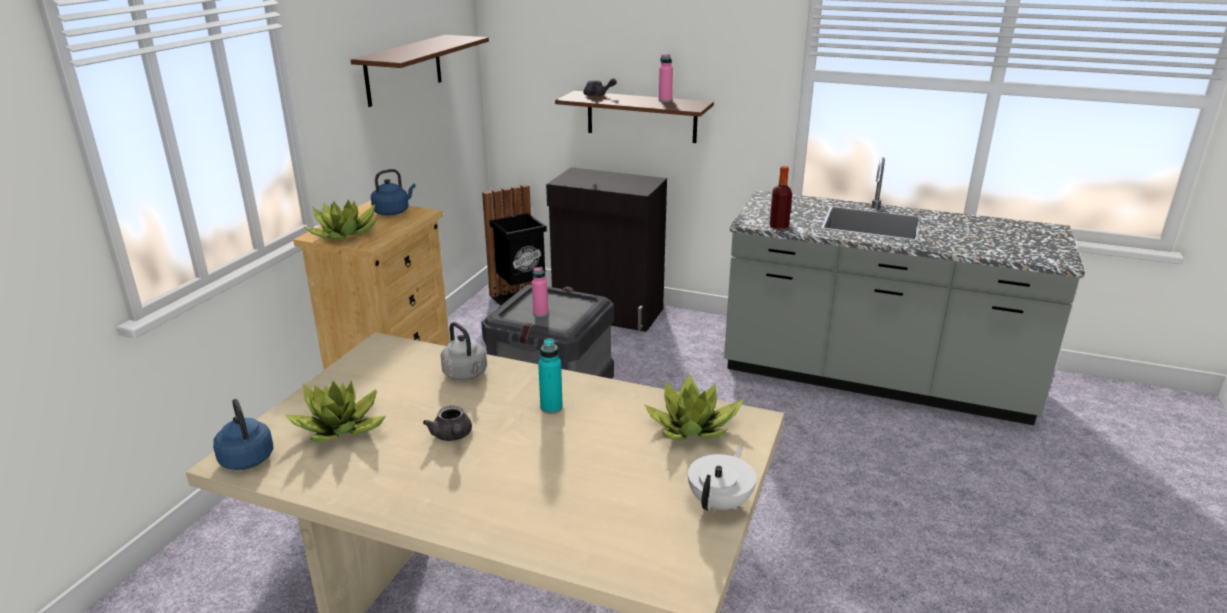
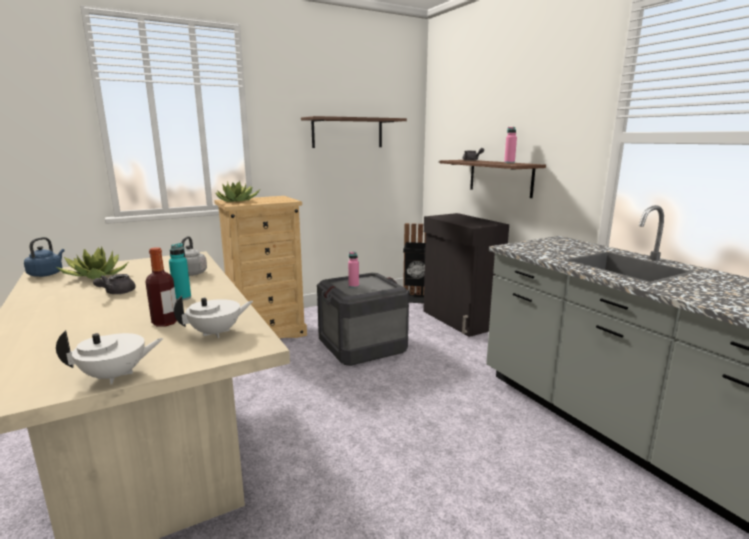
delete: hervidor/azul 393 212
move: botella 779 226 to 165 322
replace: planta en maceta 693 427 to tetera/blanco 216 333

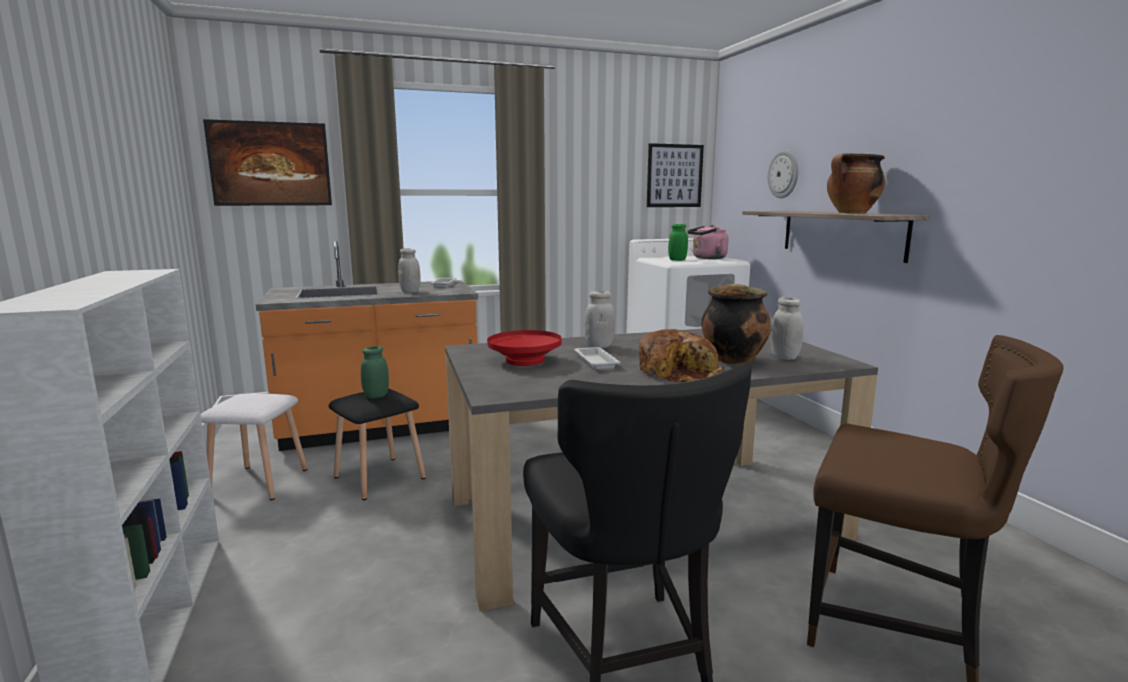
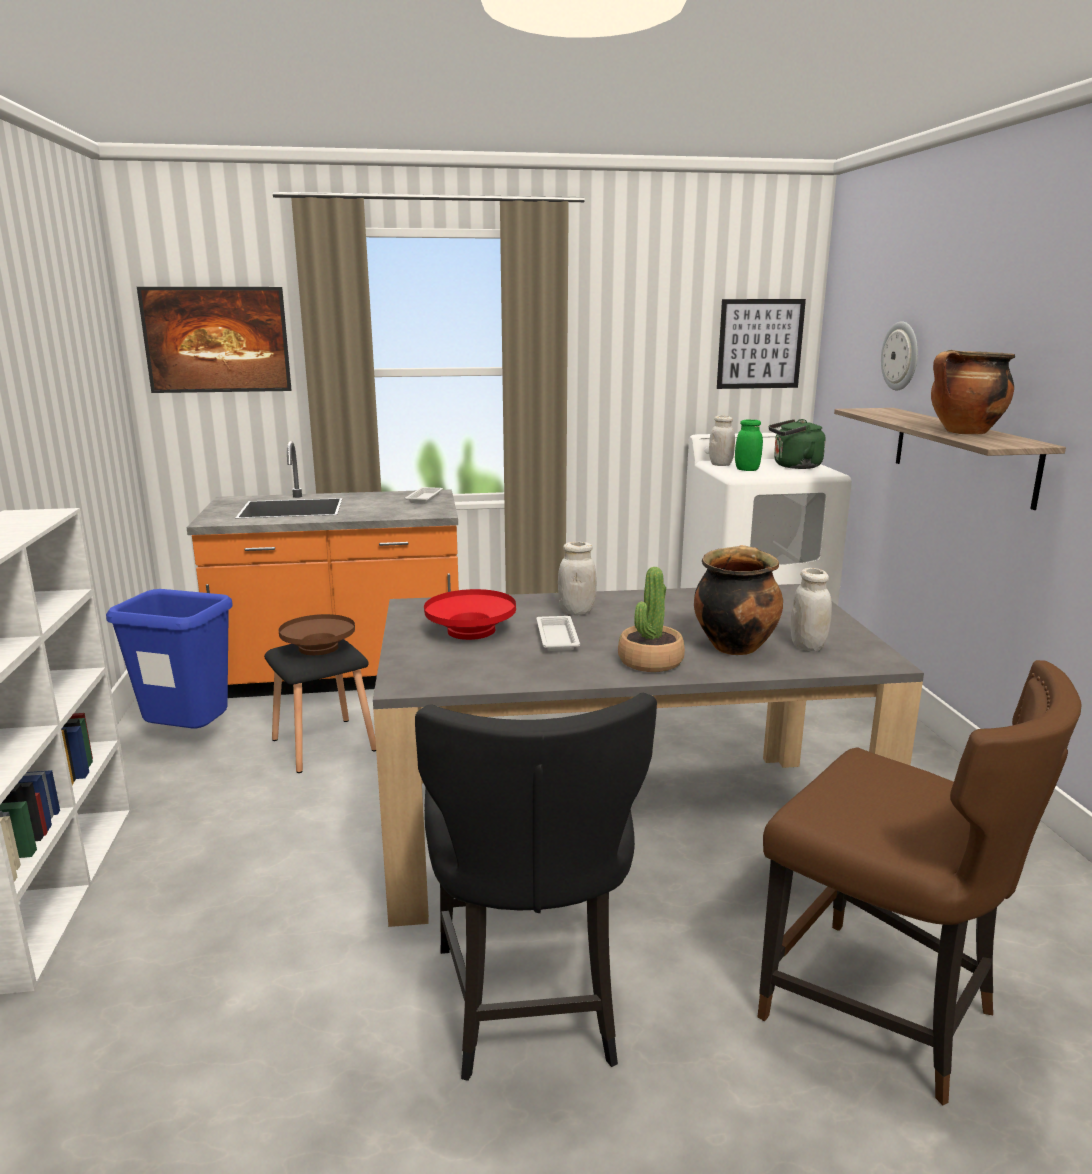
move: tarro/blanco 410 291 to 720 464
replace: taburete/blanco 260 482 to papelera/azul 190 739; tarro/verde 376 396 to cuenco/marrón 319 648; pan 678 371 to planta en maceta 650 661
recolor: hervidor/rosa 707 258 to hervidor/verde 794 466

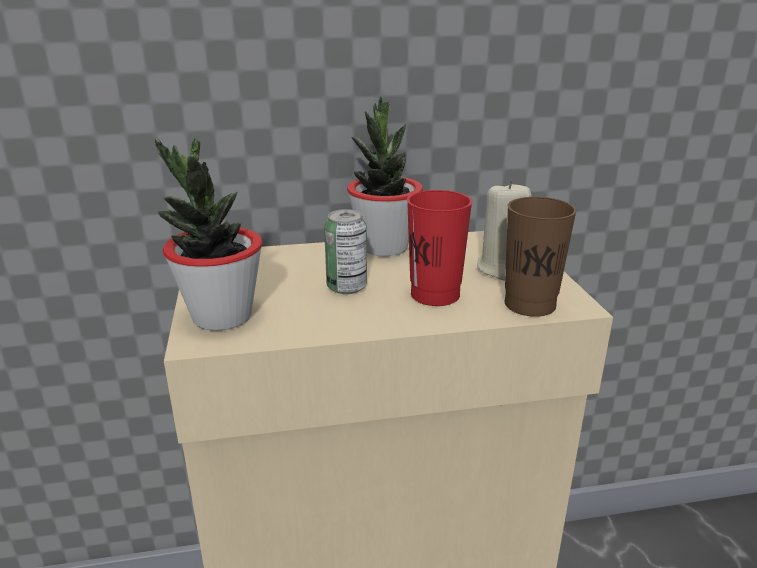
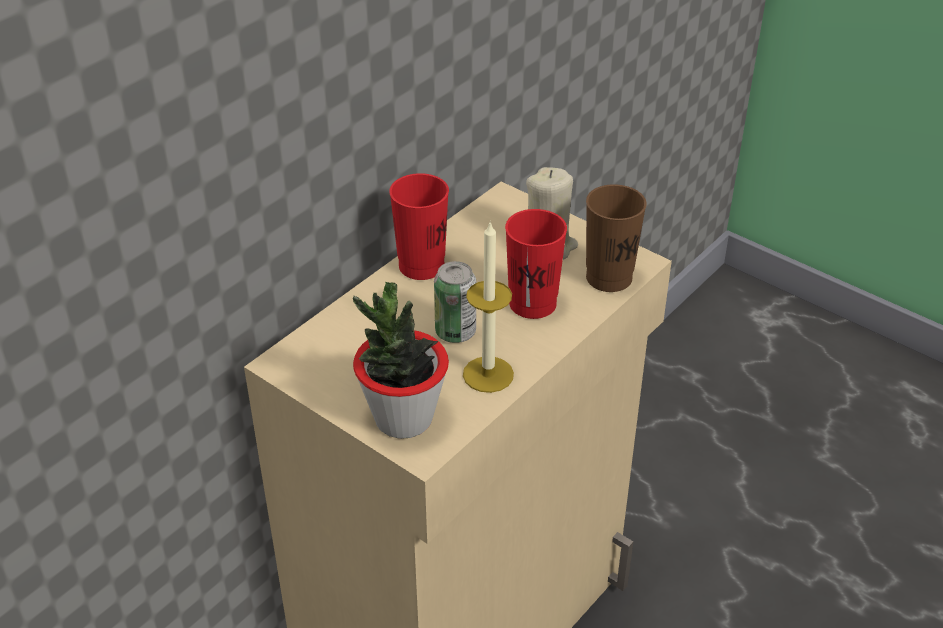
insert: vela 488 374
replace: planta en maceta 384 247 to taza/rojo 421 266

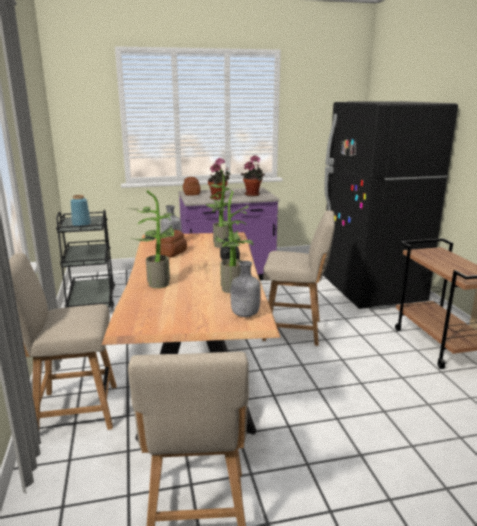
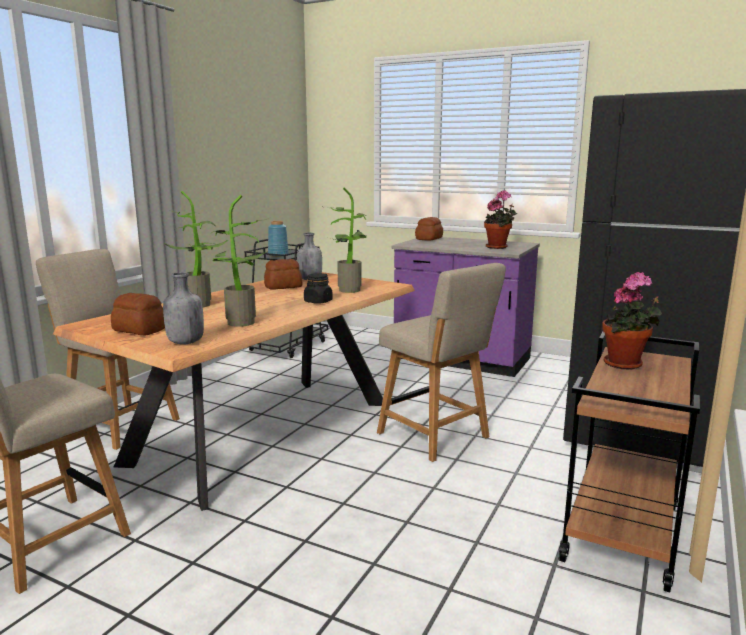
insert: pan 139 330
move: planta en maceta 219 198 to 626 365

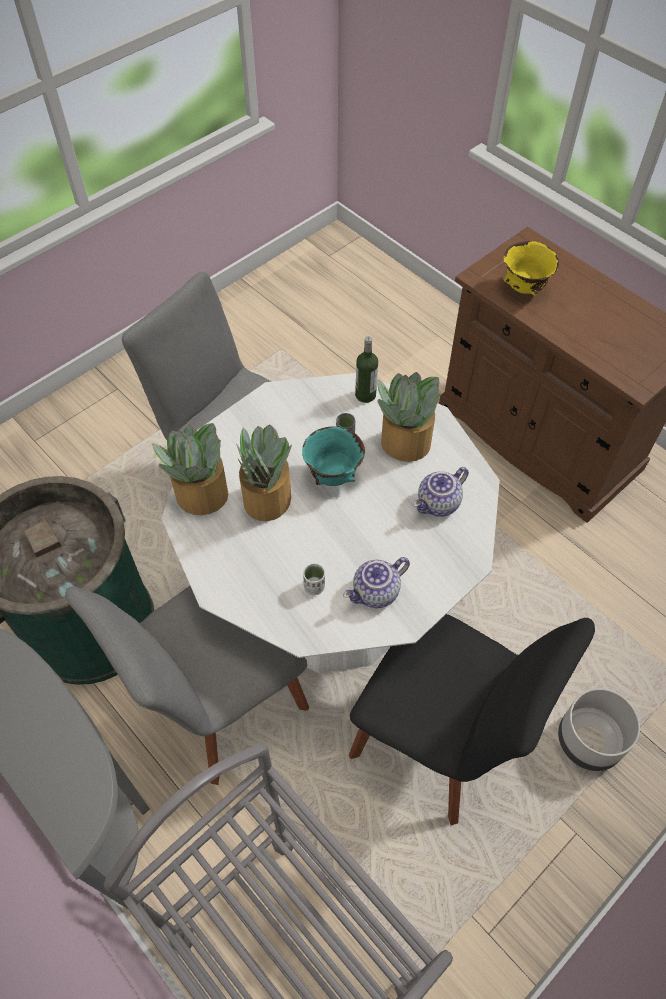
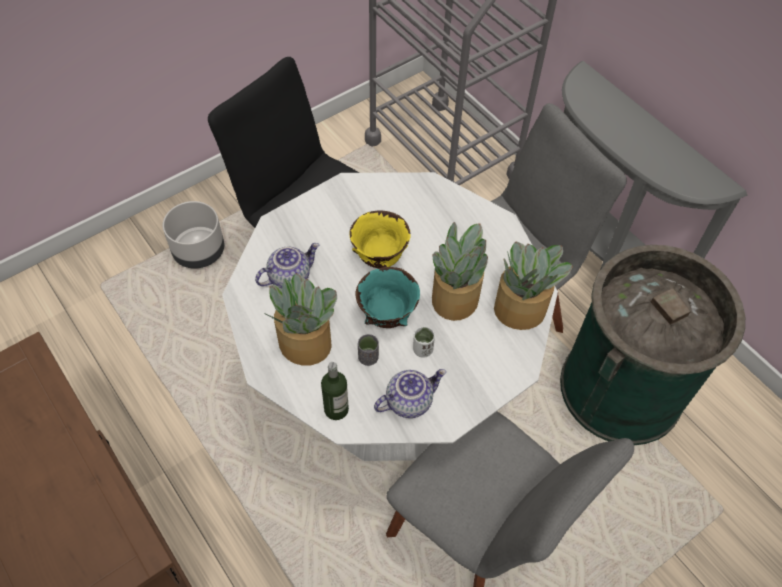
move: cuenco/amarillo 524 289 to 379 258; tetera 376 593 to 409 400; taza/blanco 314 587 to 422 349

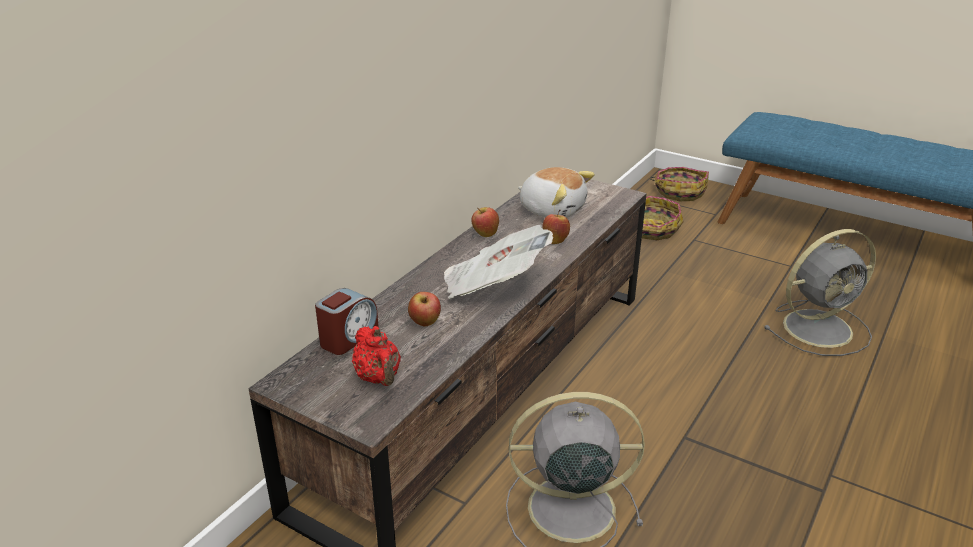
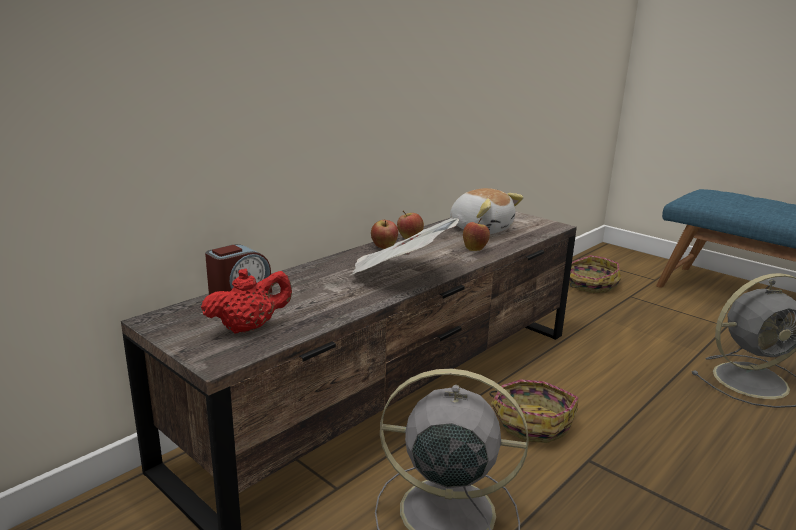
move: manzana 425 323 to 384 247; cesta 679 191 to 531 421
rotate: tetera/rojo 379 378 = 249 328 105 degrees counterclockwise

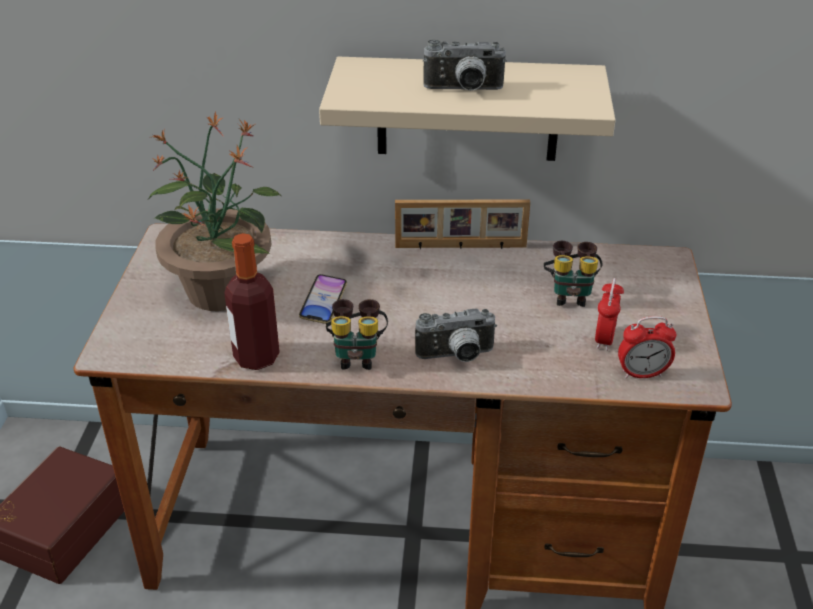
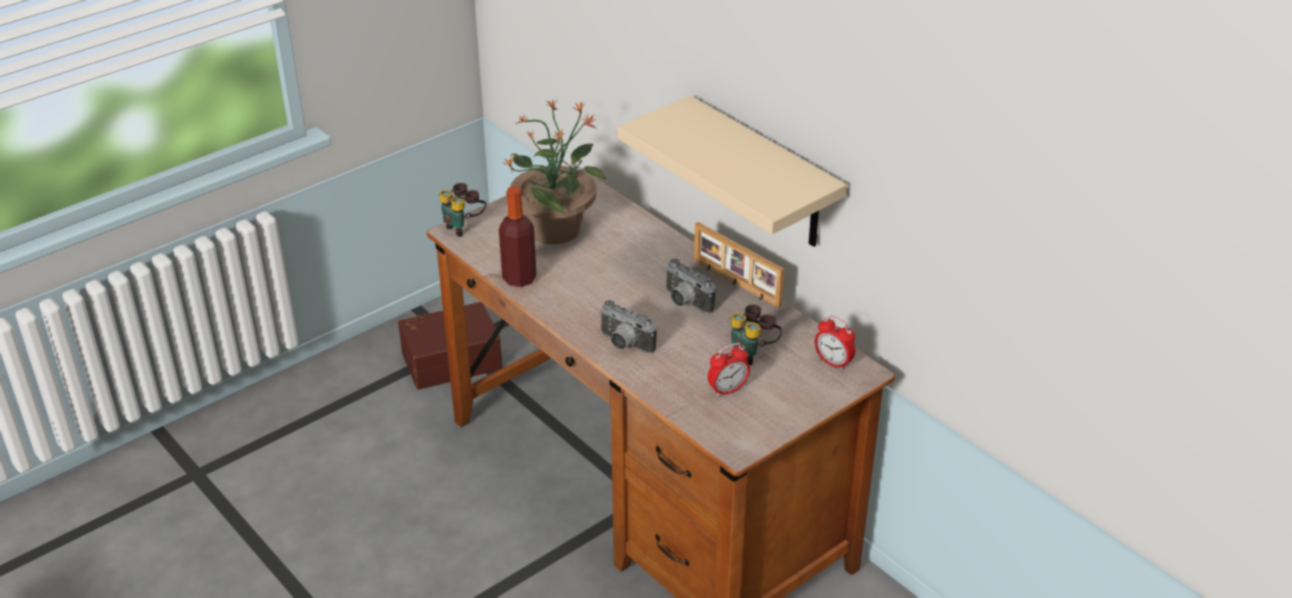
delete: móvil 323 302
move: prismáticos 357 356 to 464 227; cámara 463 91 to 684 303; despertador 642 374 to 833 363

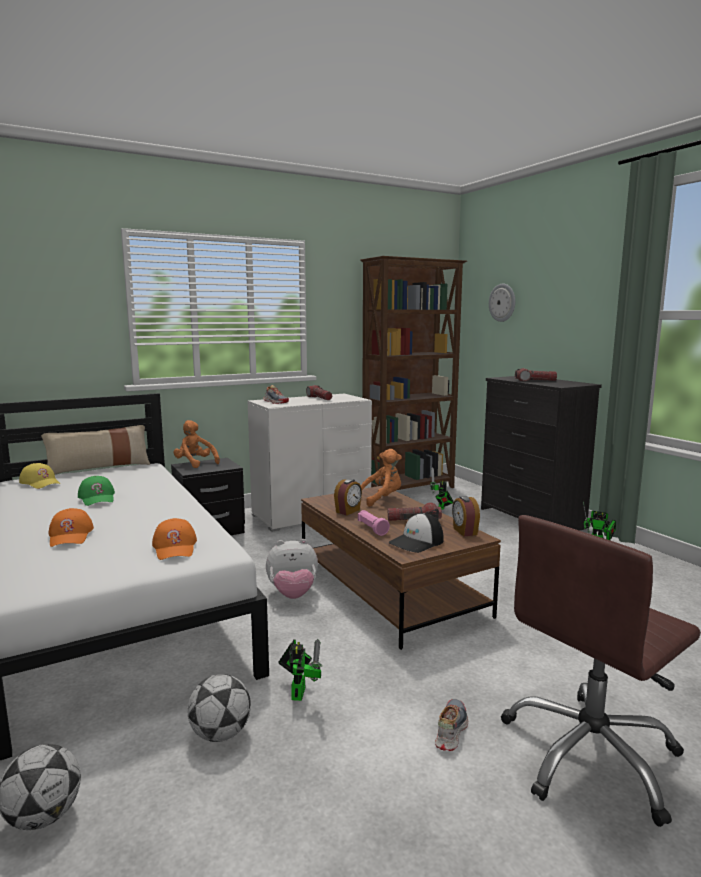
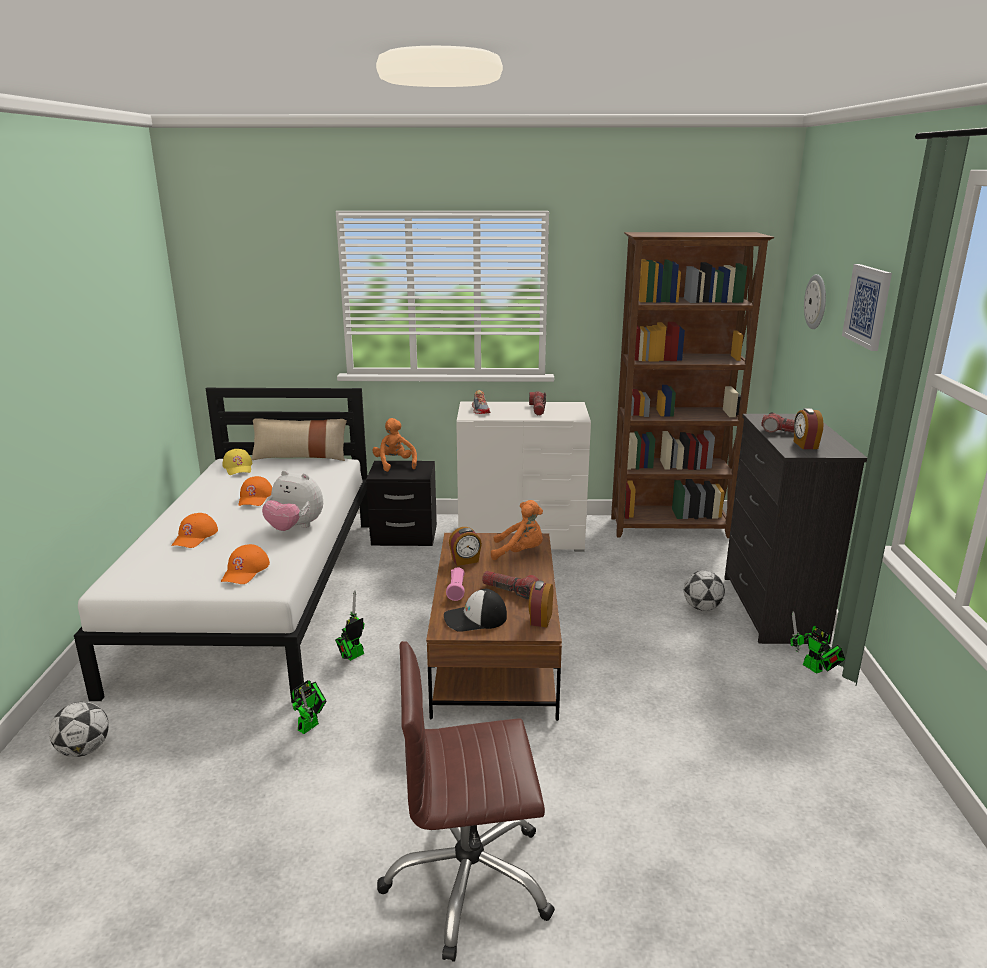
delete: zapato 450 730
insert: despertador 805 445; cuadro 868 306
move: peluche 293 595 to 295 528; robot de juguete 441 508 to 352 656; balón de fútbol 220 734 to 701 607
recolor: gorra/verde 97 498 to gorra/naranja 255 497

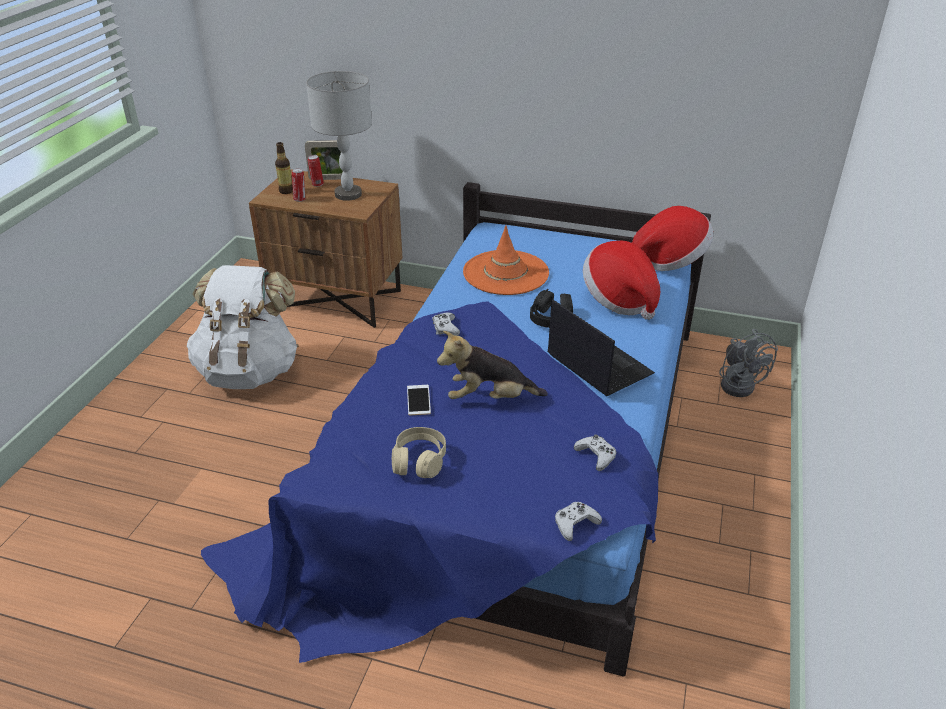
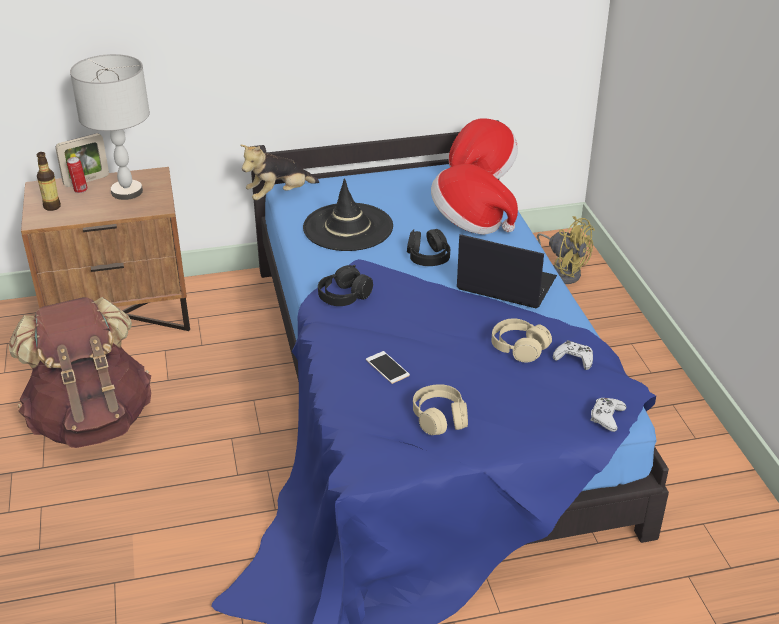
delete: lata 300 199
insert: auriculares/beis 519 348
move: peluche 489 398 to 279 195
replace: mando de consola/blanco 445 328 to auriculares/negro 344 296
recolor: mochila/blanco 249 371 to mochila/marrón 92 420; sombrero/naranja 505 273 to sombrero/negro 348 227; ventilador/gris 739 383 to ventilador/amarillo 563 271

